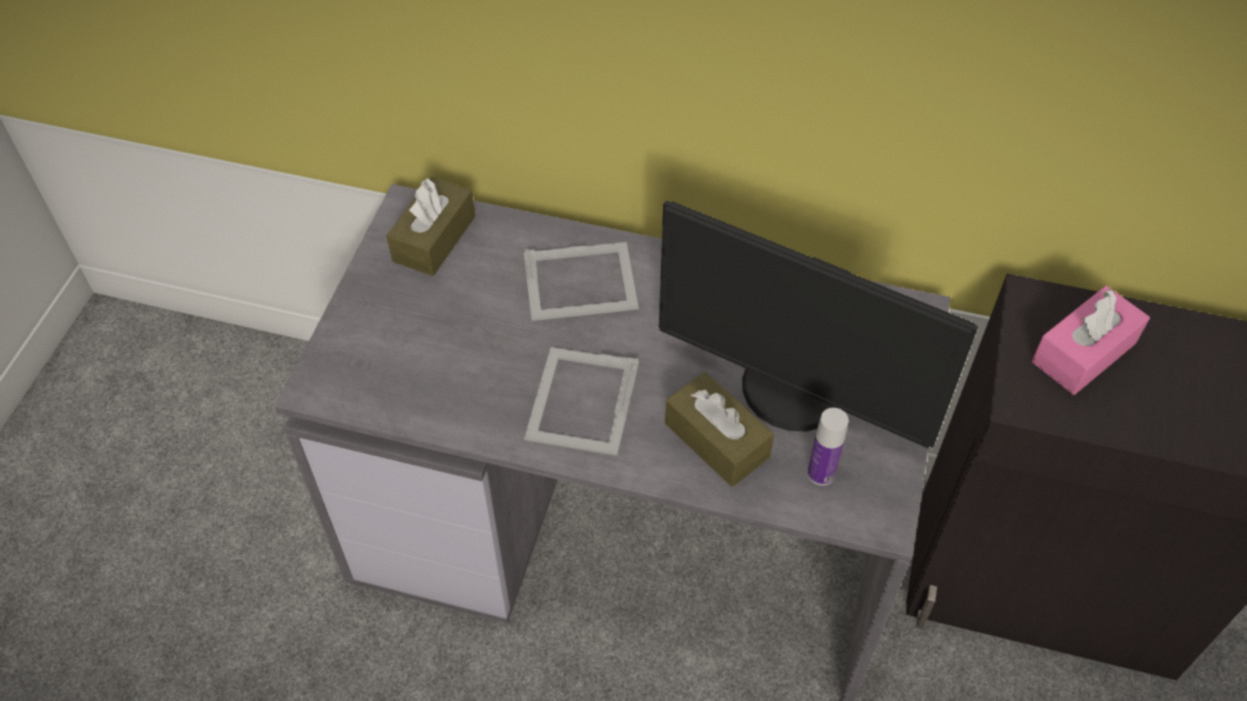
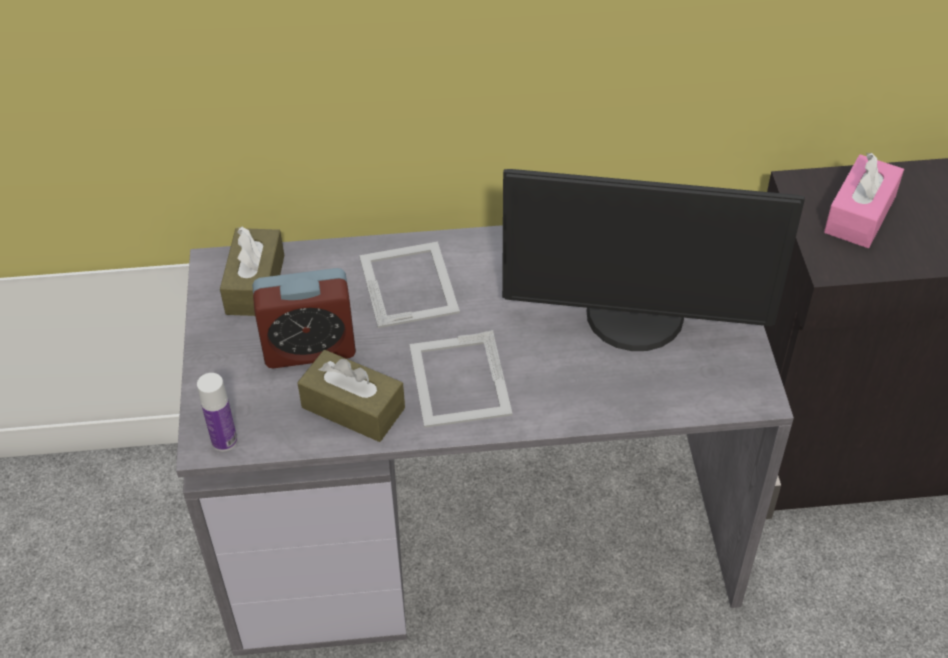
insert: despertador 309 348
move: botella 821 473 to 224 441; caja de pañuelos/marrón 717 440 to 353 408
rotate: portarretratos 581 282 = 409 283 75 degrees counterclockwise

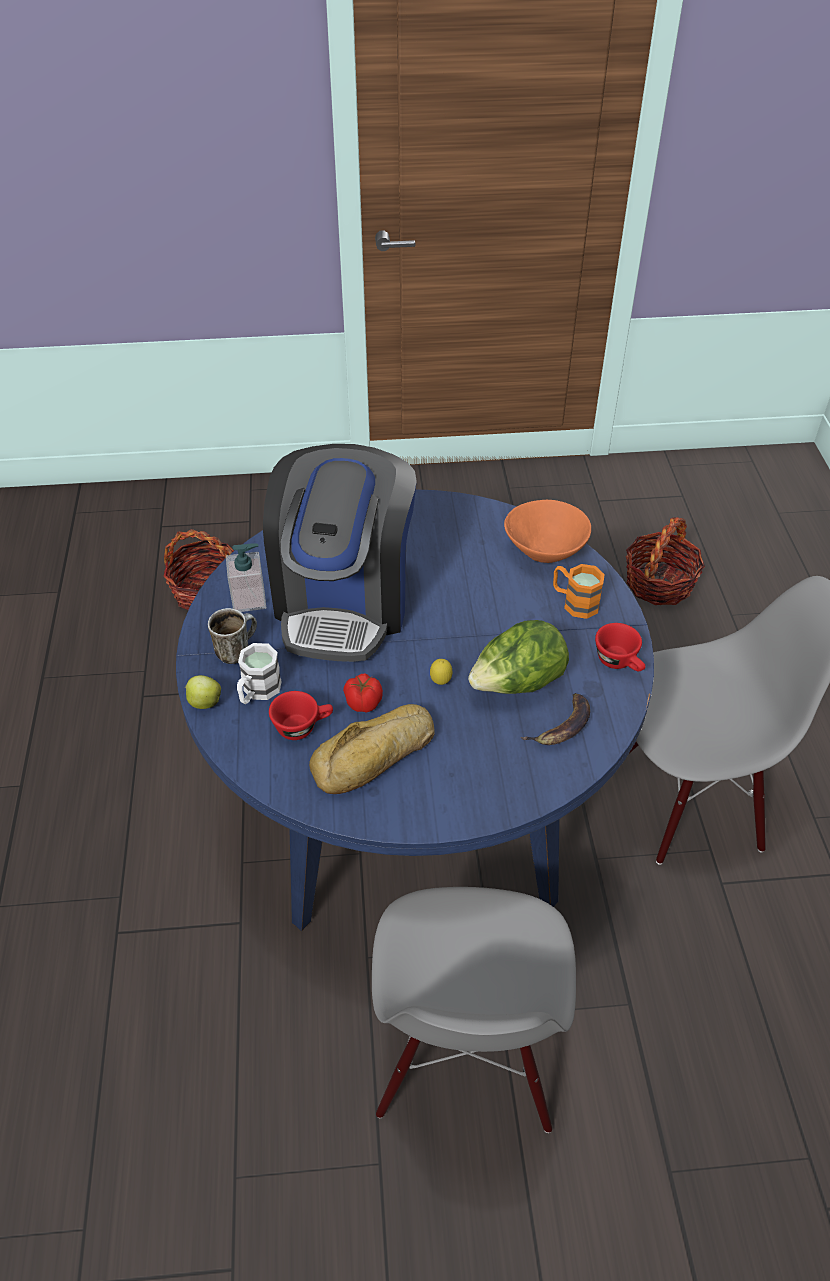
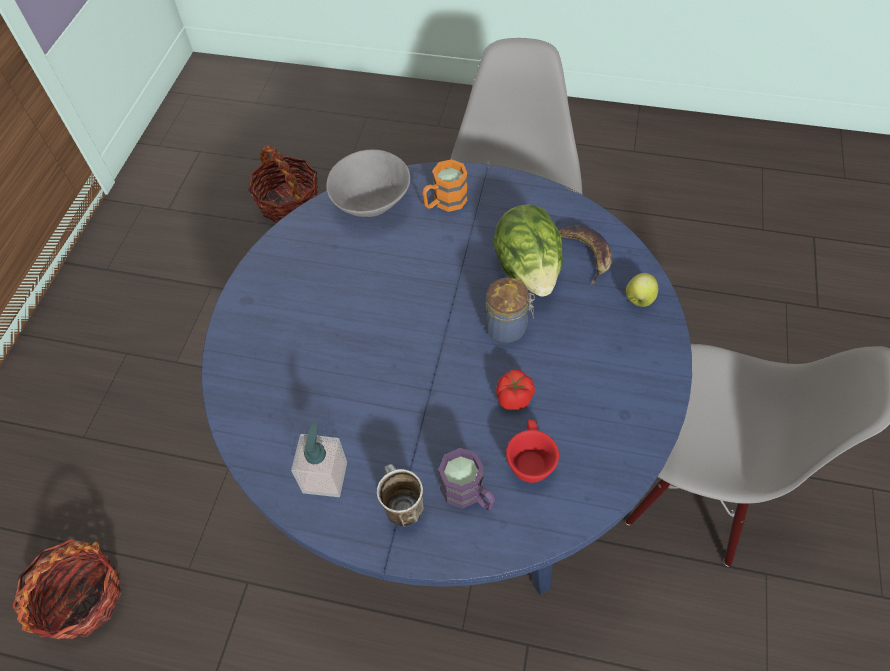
delete: cafetera 344 601; pan 376 757; taza/rojo 620 662
move: manzana 204 702 to 639 299
replace: limón 440 682 to tarro 507 327
recolor: cuenco/naranja 544 551 to cuenco/gris 370 204; taza grande/blanco 257 692 to taza grande/morado 468 494

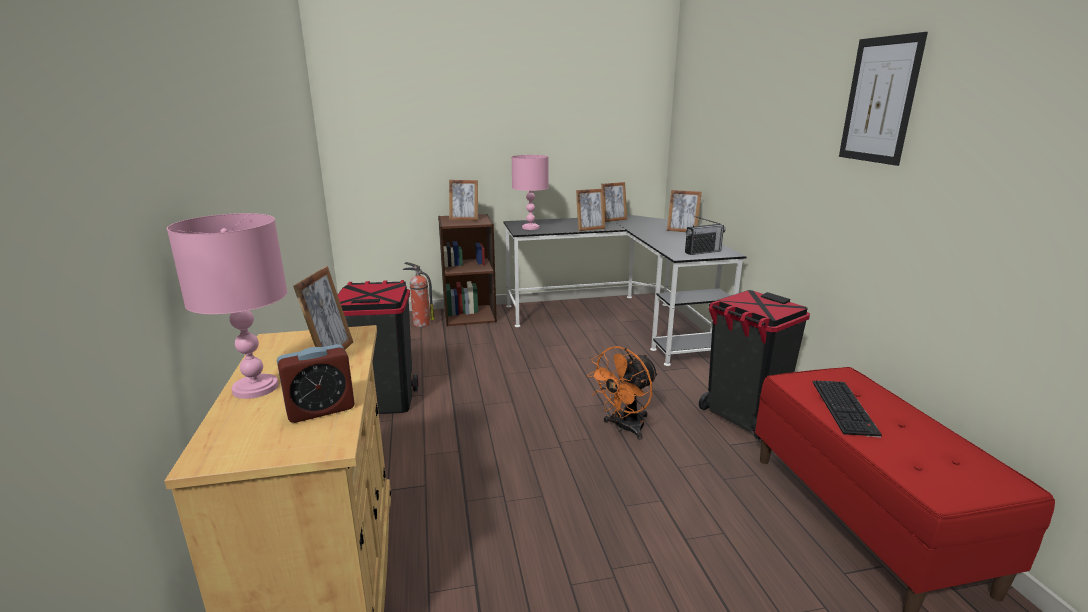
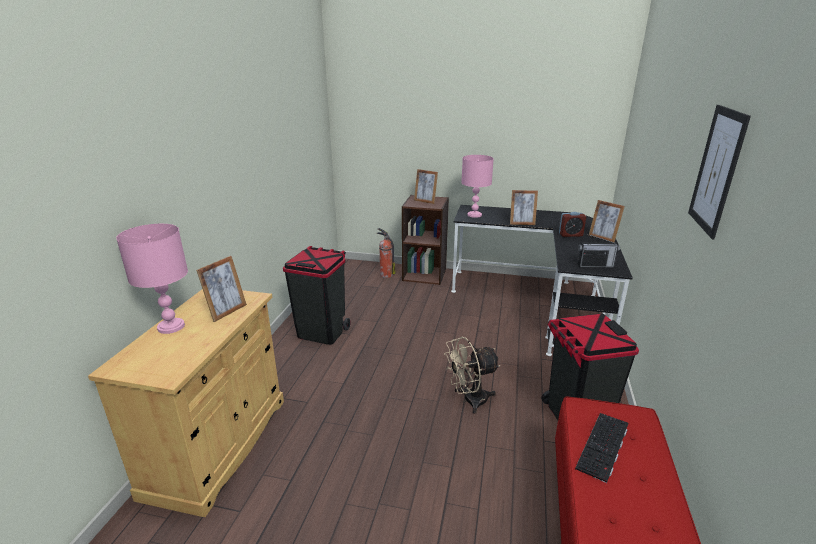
delete: portarretratos 613 220
move: despertador 320 410 to 570 235
recolor: ventilador/naranja 624 428 to ventilador/beis 469 400

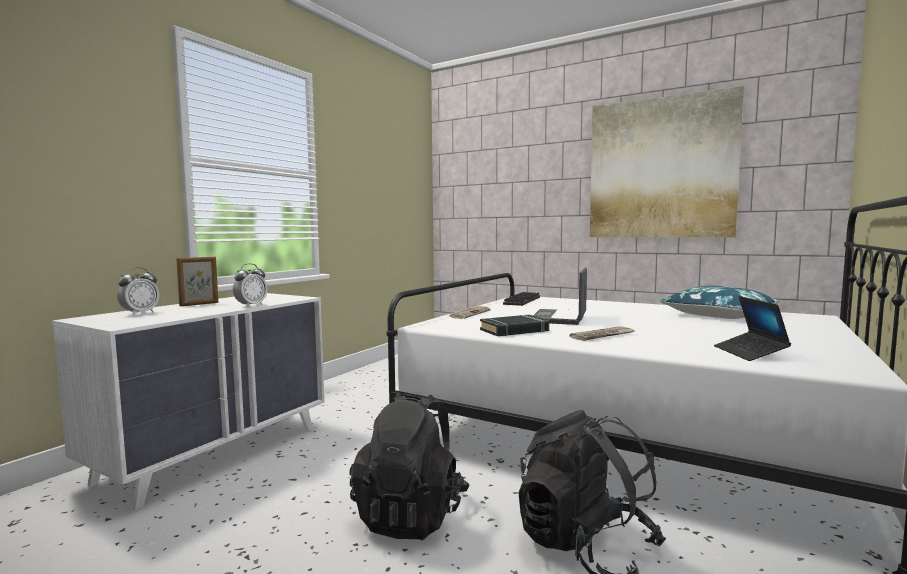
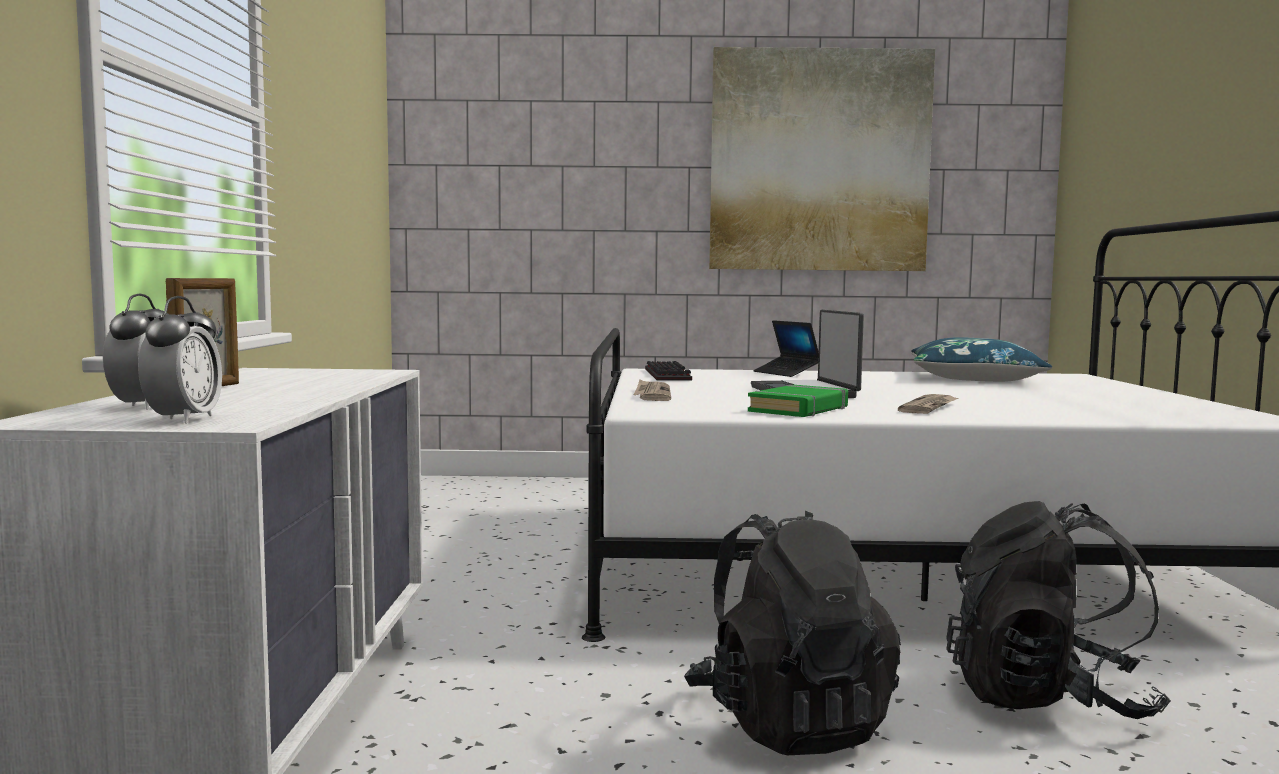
move: despertador 251 305 to 184 419; portátil 750 353 to 786 373
recolor: libro/negro 514 330 to libro/verde 799 409

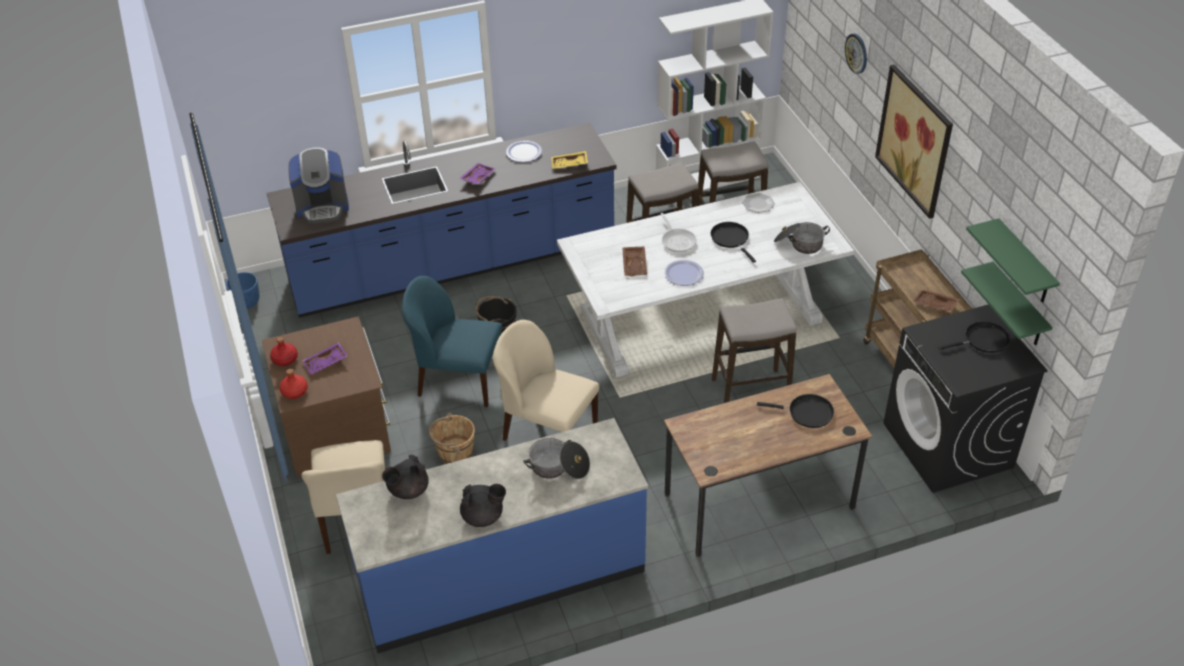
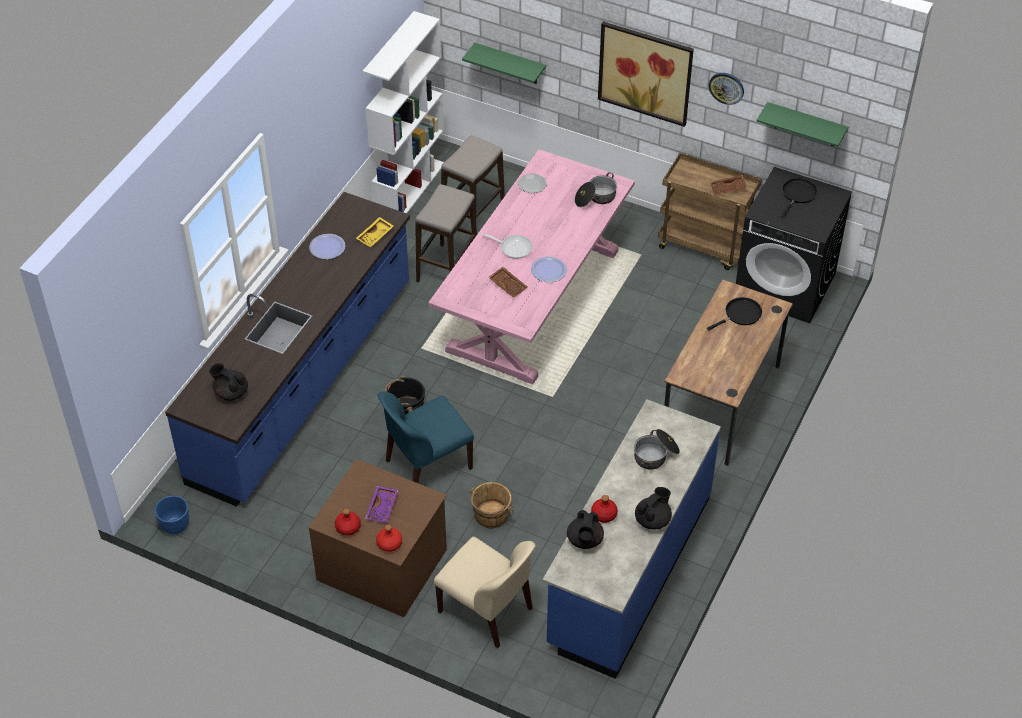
delete: bandeja/morado 477 177; silla/beis 548 432; sartén/negro 731 239; taburete 751 391
insert: botella/rojo 604 514
move: estante/verde 1018 306 to 510 64; reloj de pared 857 53 to 726 87
replace: cafetera 323 207 to tetera/negro 231 392
recolor: mesa de comedor/blanco 700 315 to mesa de comedor/rosa 533 300

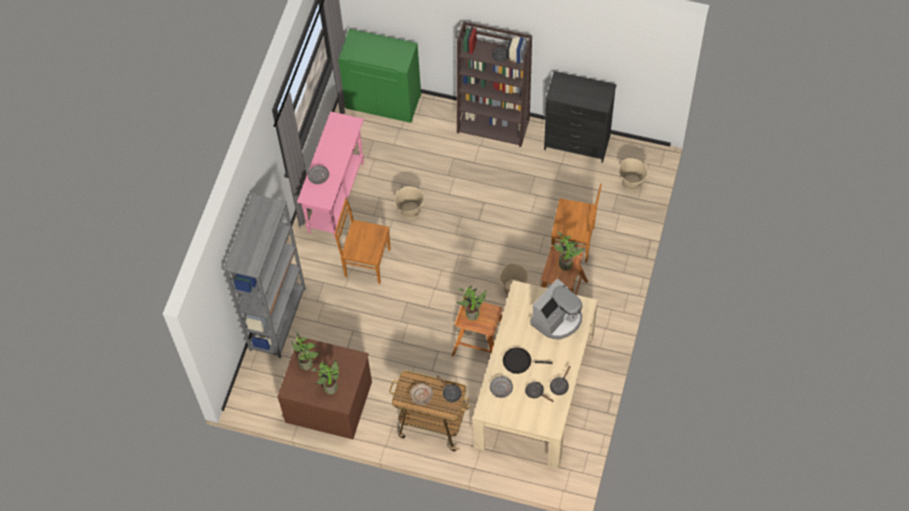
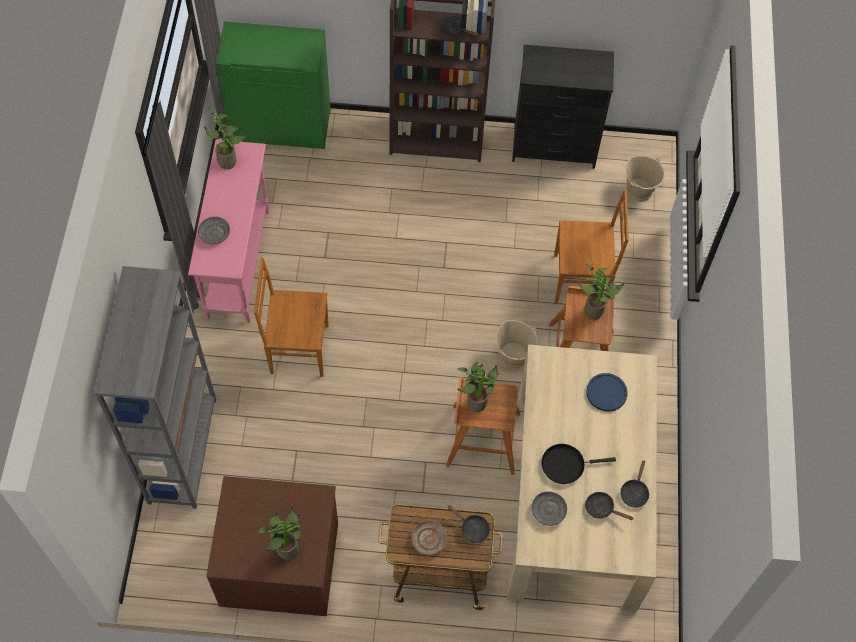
delete: cubo/beis 410 210
move: planta en maceta 308 363 to 230 161
replace: cafetera 557 319 to plato/azul 606 393

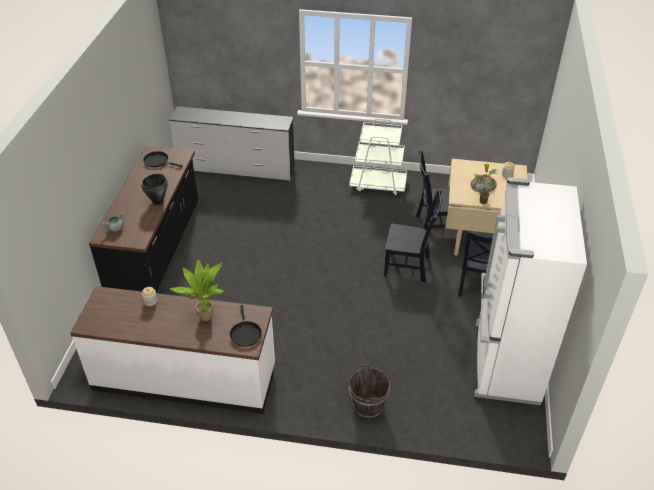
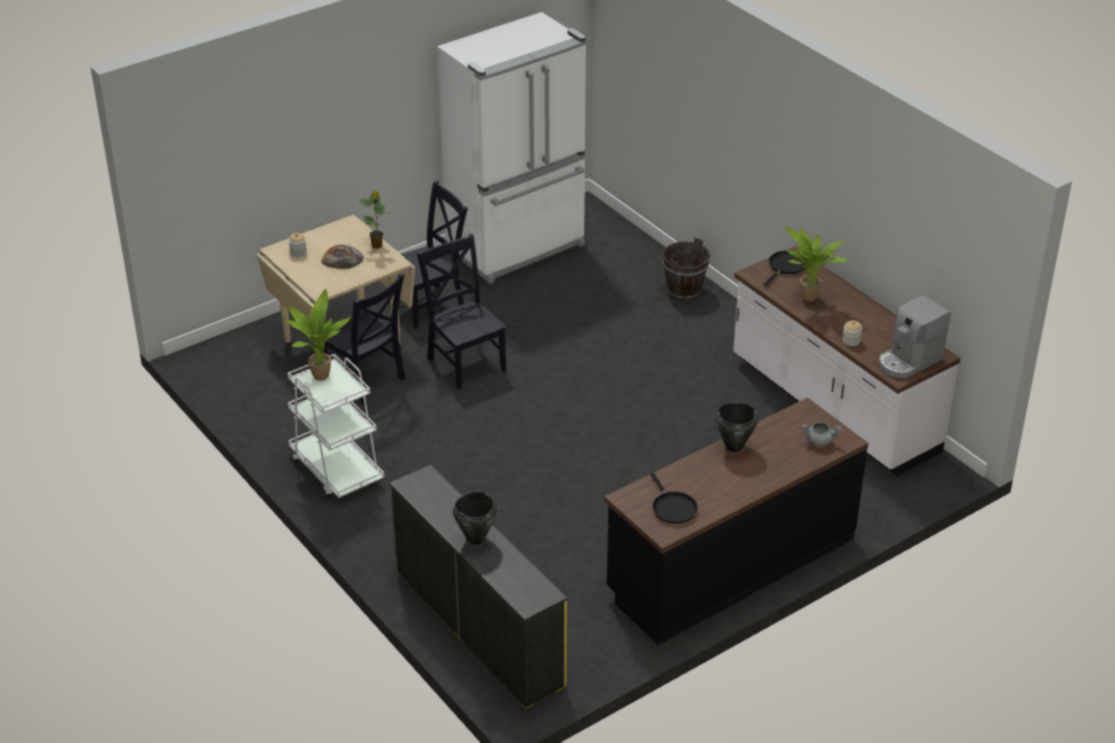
insert: planta en maceta 318 376; olla/negro 475 538; cafetera 909 361
recolor: cómoda/blanco 236 168 to cómoda/amarillo 478 626

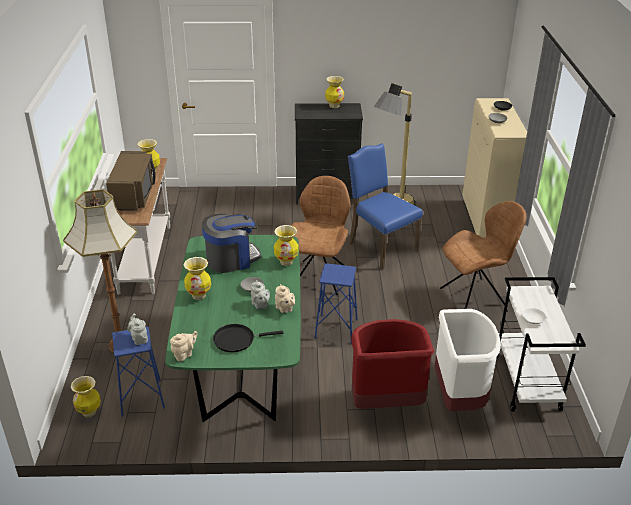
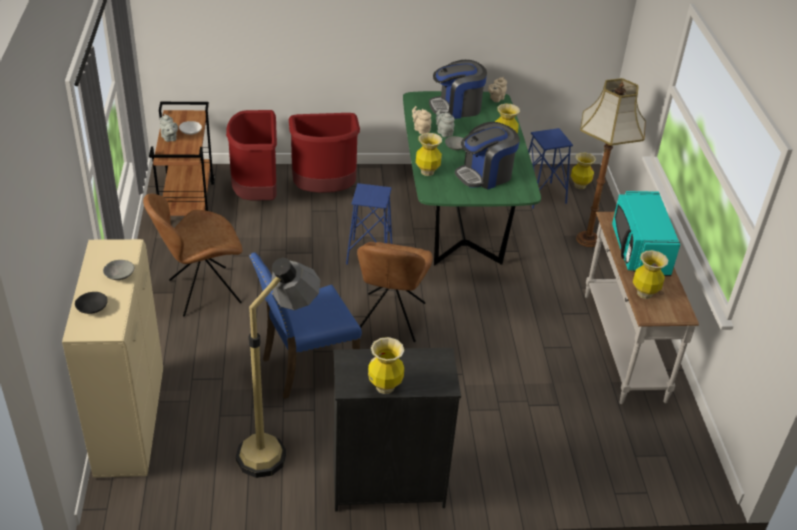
move: tetera/gris 139 339 to 169 138
replace: sartén/negro 237 340 to cafetera 456 107
recolor: carrito/blanco 527 383 to carrito/marrón 187 204; papelera/blanco 459 396 to papelera/rojo 256 194; microondas/marrón 134 195 to microondas/turquesa 639 251
rotate: silla/azul 380 247 = 307 368 105 degrees clockwise

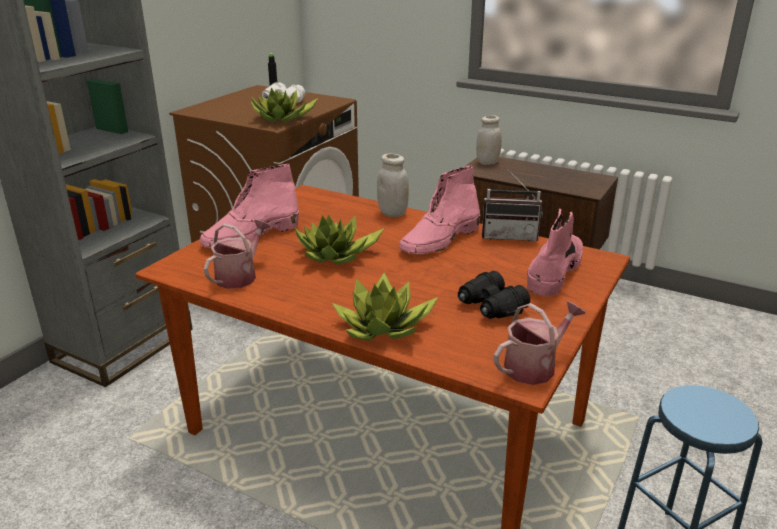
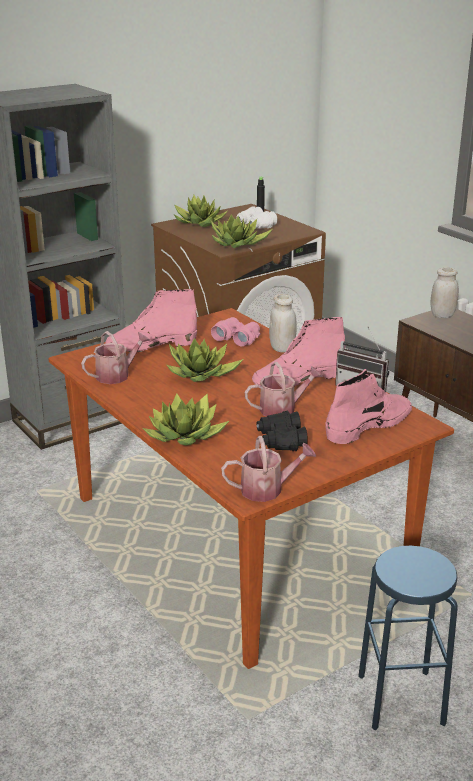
insert: planta en maceta 199 223; prismáticos/rosa 237 338; regadera 282 409

